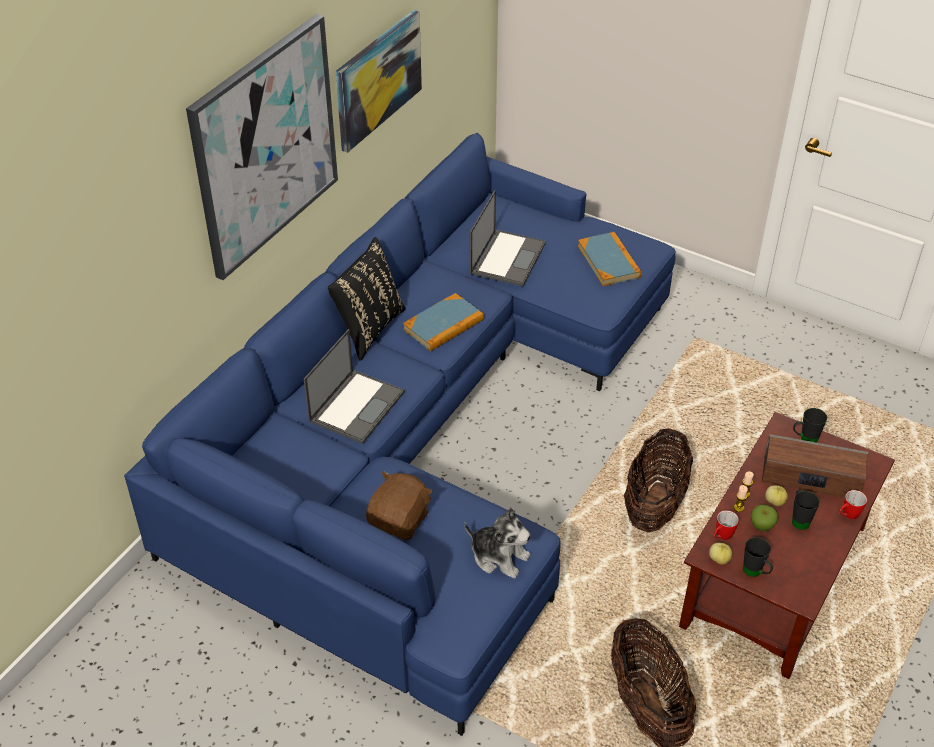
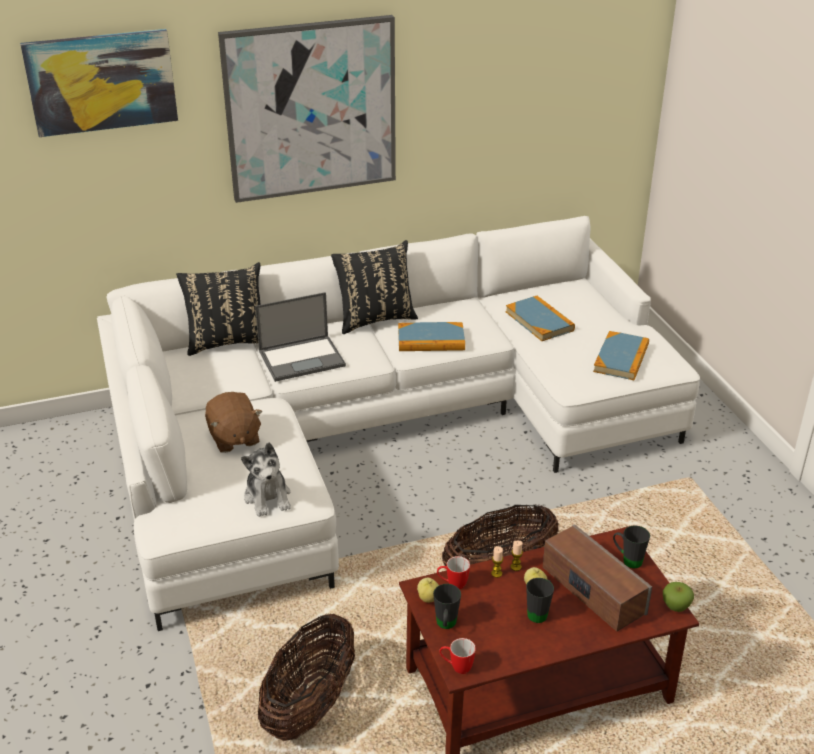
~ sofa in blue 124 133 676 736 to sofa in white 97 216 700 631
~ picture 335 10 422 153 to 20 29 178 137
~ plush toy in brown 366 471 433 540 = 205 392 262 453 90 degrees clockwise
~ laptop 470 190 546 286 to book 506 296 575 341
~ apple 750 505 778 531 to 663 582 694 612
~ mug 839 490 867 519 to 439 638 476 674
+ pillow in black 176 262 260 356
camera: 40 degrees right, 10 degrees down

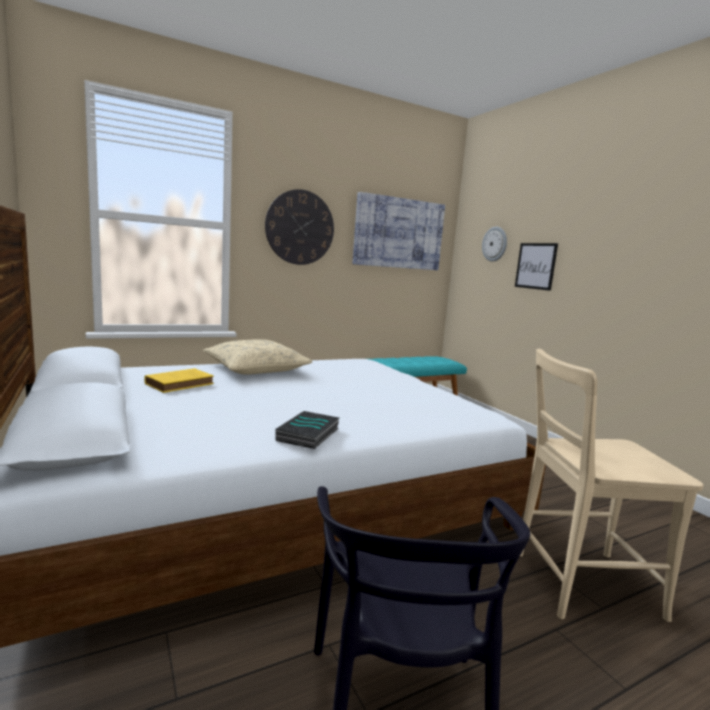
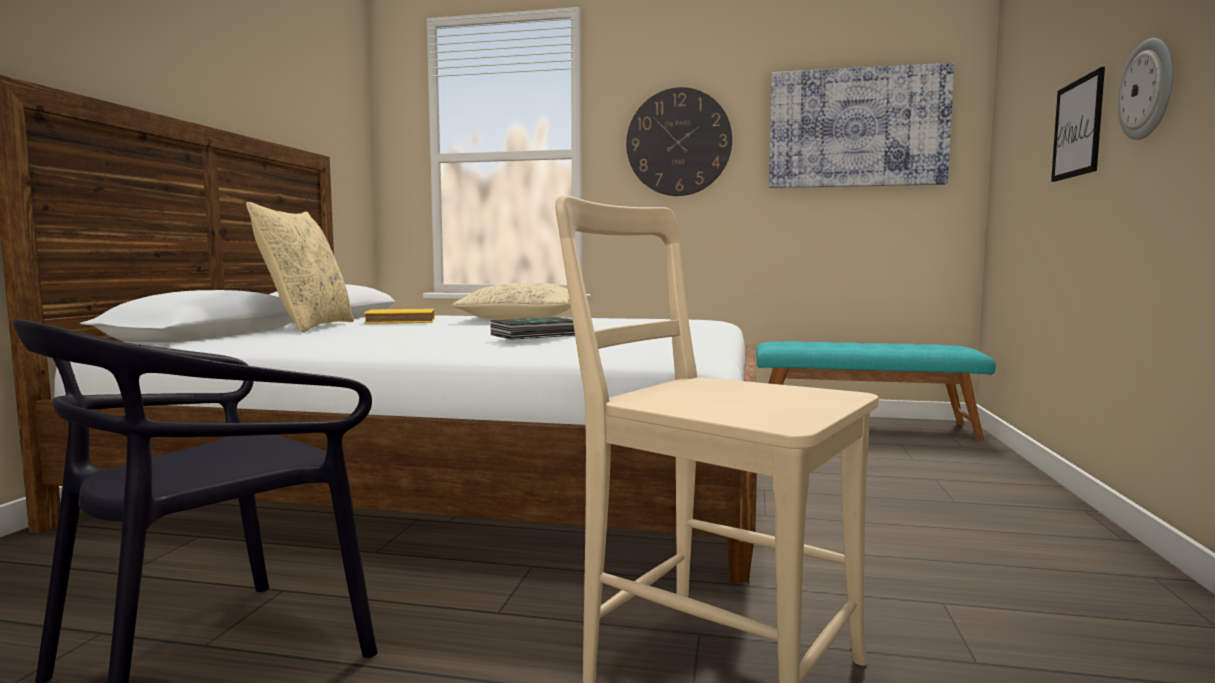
~ book 275 411 339 449 to 490 317 575 340
~ wall clock 482 227 507 262 to 1118 38 1173 140
+ pillow in beige 246 202 354 333
camera: 40 degrees right, 5 degrees down

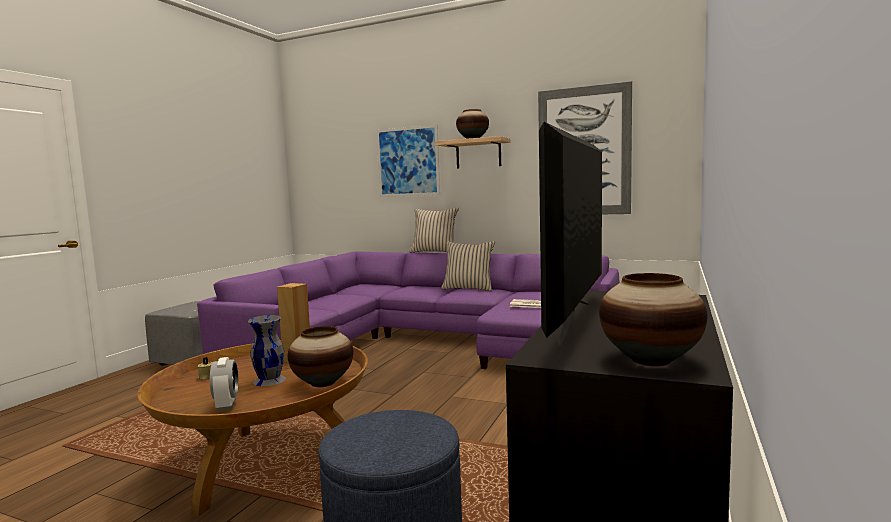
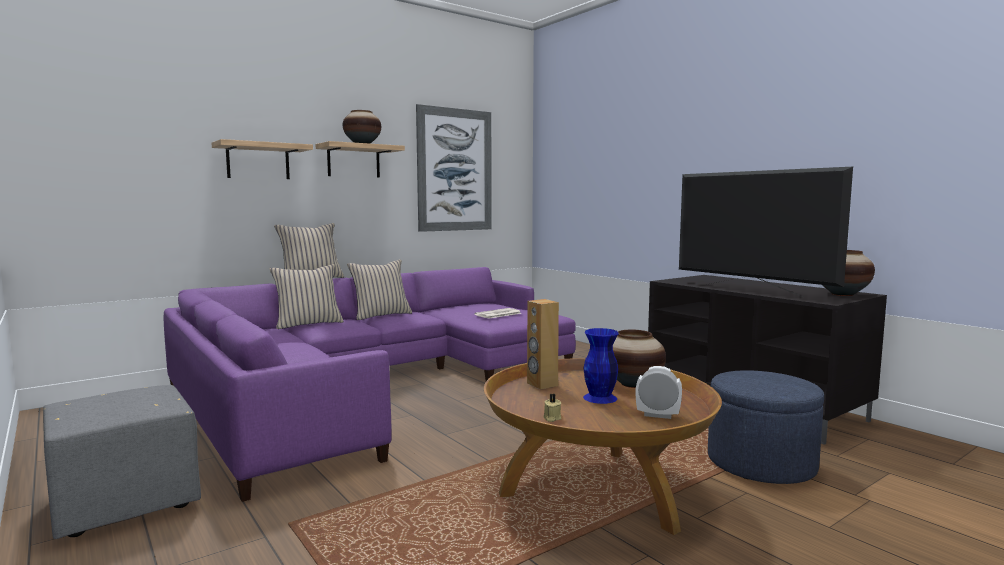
~ vase in grey 248 315 286 386 to vase in blue 583 328 619 404
~ picture 376 125 440 197 to shelf 211 139 313 179
+ pillow in beige 270 264 344 329
camera: 60 degrees left, 0 degrees up

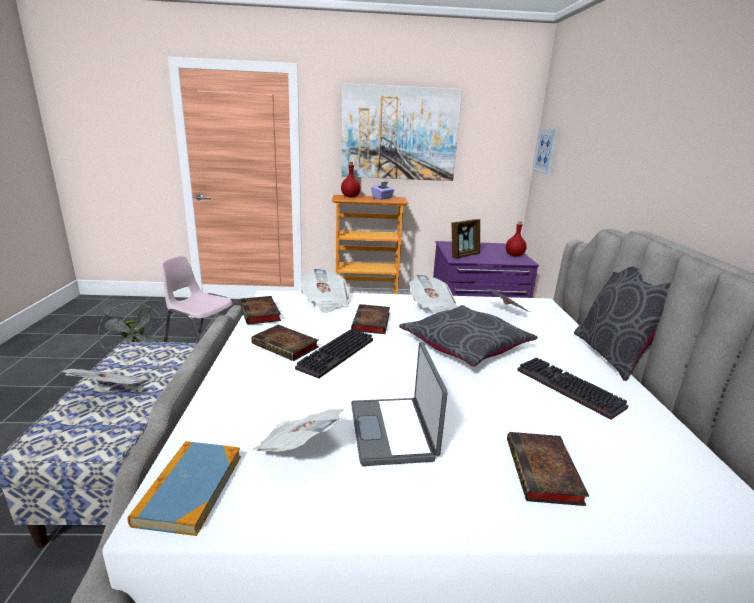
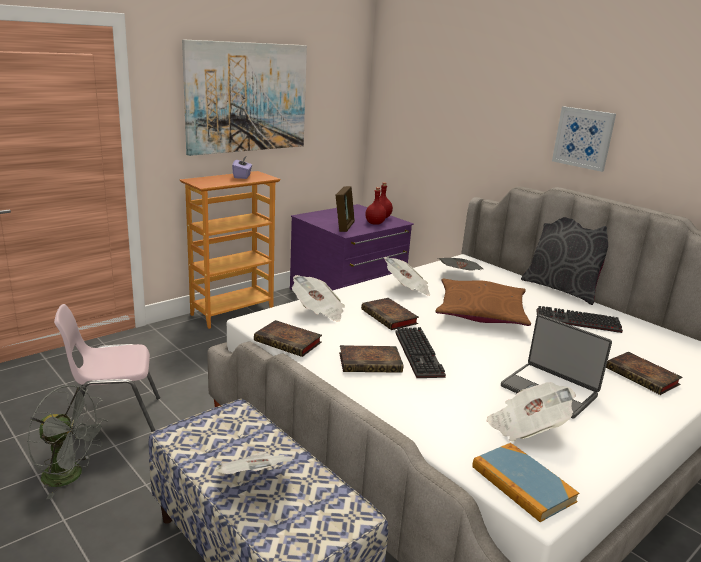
~ bottle in red 341 162 361 197 to 365 187 386 225
~ pillow in grey 399 305 537 367 to pillow in brown 435 278 531 326
~ picture 532 128 558 175 to 552 106 616 172
camera: 40 degrees left, 0 degrees up

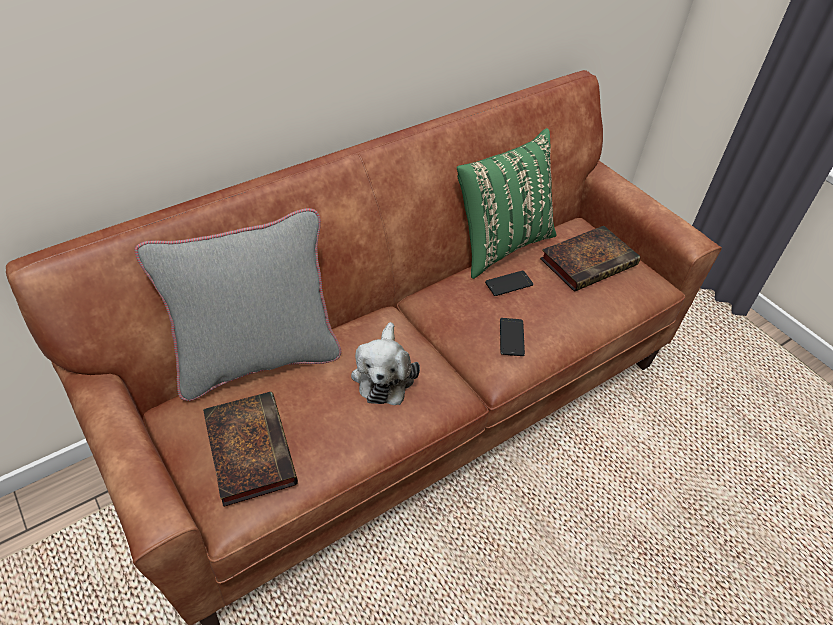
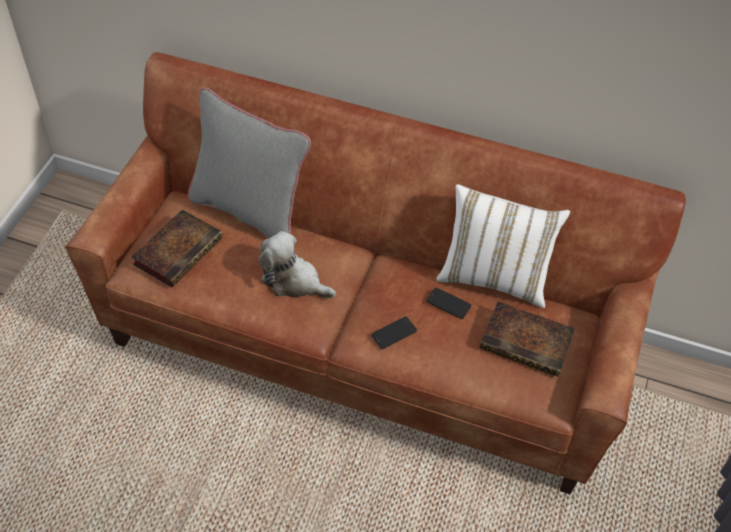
~ plush toy 351 322 420 405 = 258 231 336 298 60 degrees clockwise
~ pillow in green 457 128 556 279 to pillow in white 436 184 570 308
camera: 55 degrees right, 5 degrees up

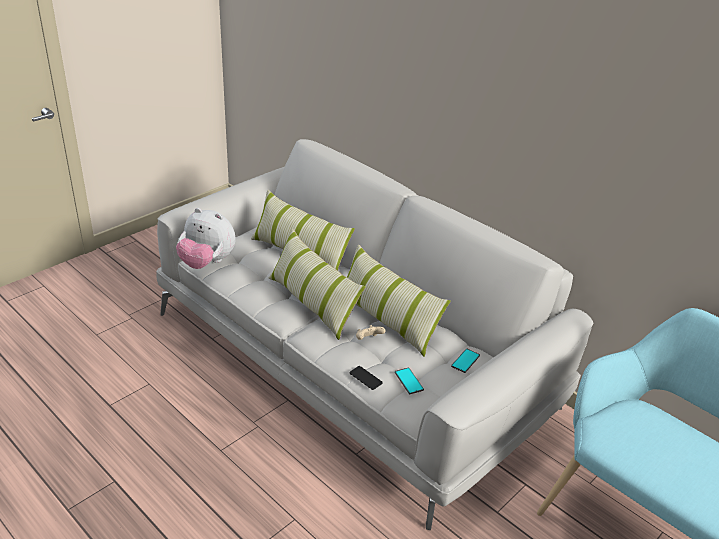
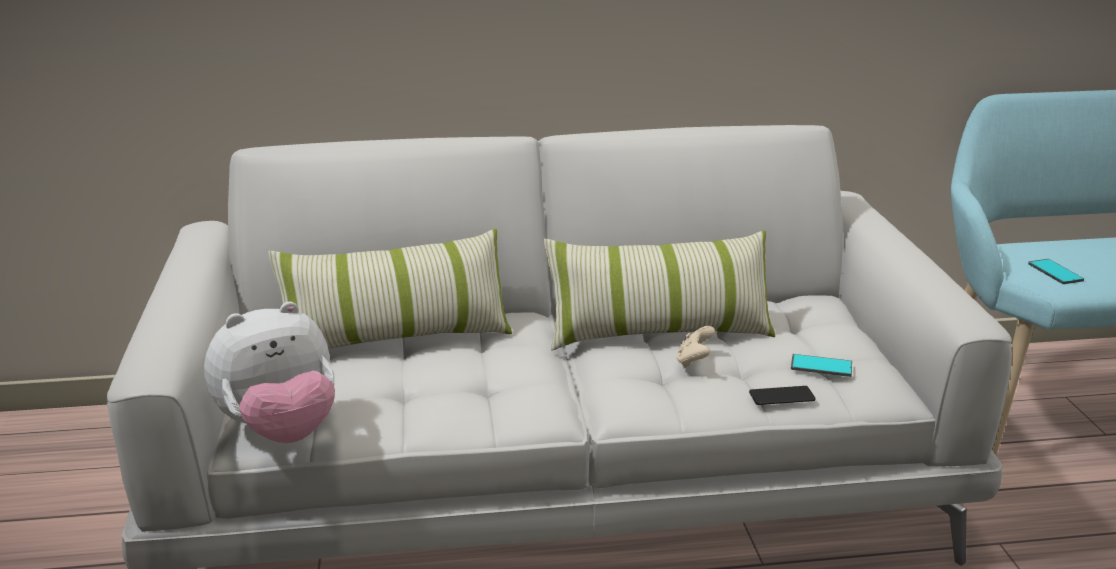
- pillow 268 228 366 340
~ phone 451 348 480 373 to 1028 259 1084 284
camera: 50 degrees left, 10 degrees down

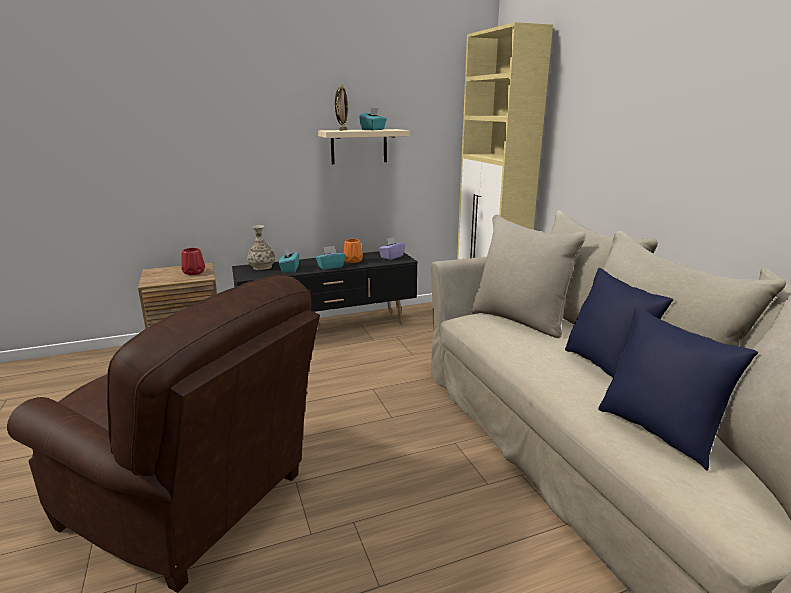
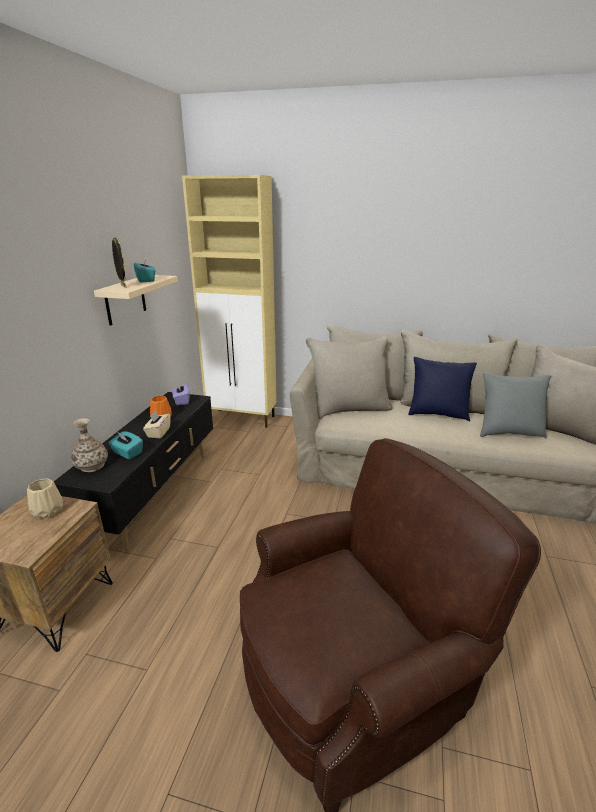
~ vase in red 181 248 205 275 to vase in beige 27 479 63 519
~ tissue box in turquoise 315 246 345 270 to tissue box in beige 143 411 171 438
~ pillow in blue 598 307 758 471 to pillow in grey 480 373 551 438
camera: 55 degrees left, 5 degrees up

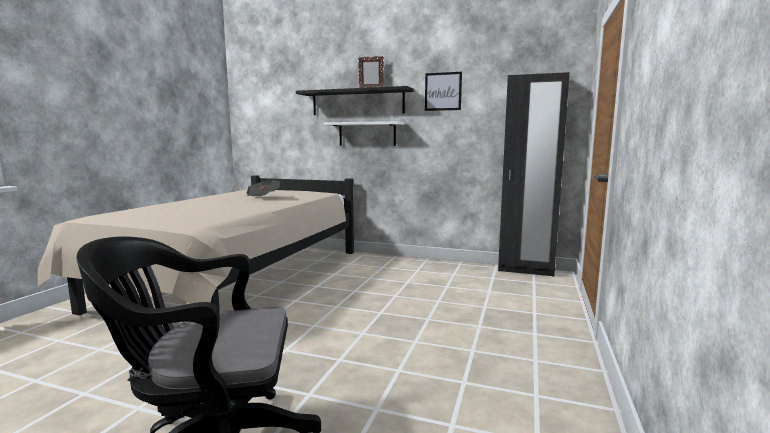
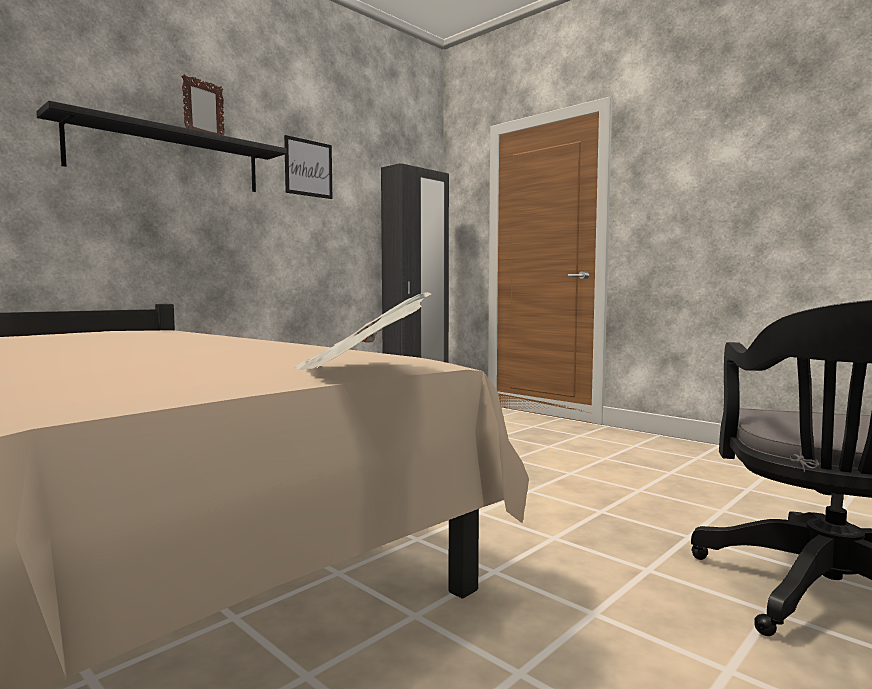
~ newspaper 247 179 280 196 to 295 292 432 370
- shelf in white 324 121 404 146
camera: 65 degrees left, 5 degrees down

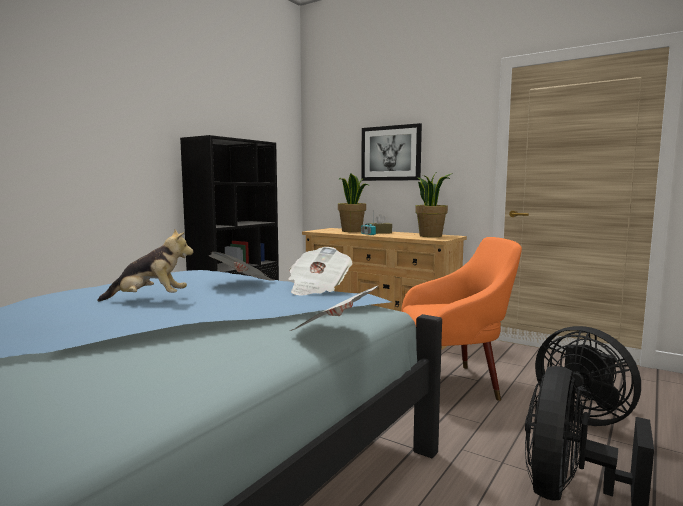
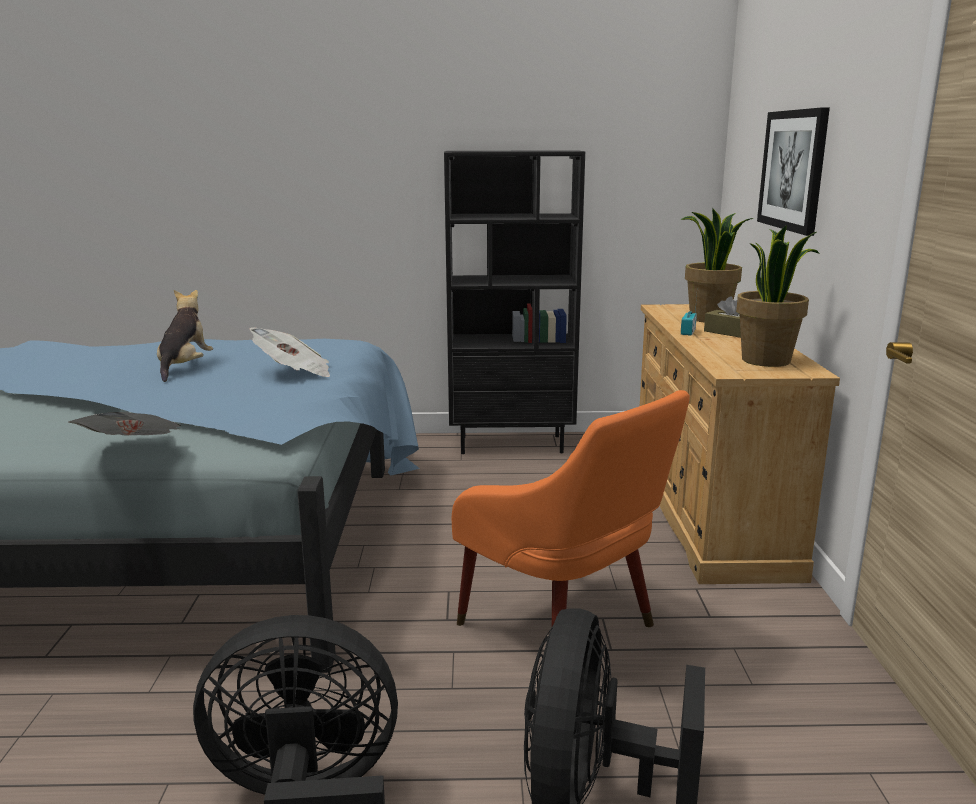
~ plush toy 97 229 193 302 = 157 290 213 382 135 degrees counterclockwise
- newspaper 289 247 352 295
camera: 55 degrees right, 10 degrees up

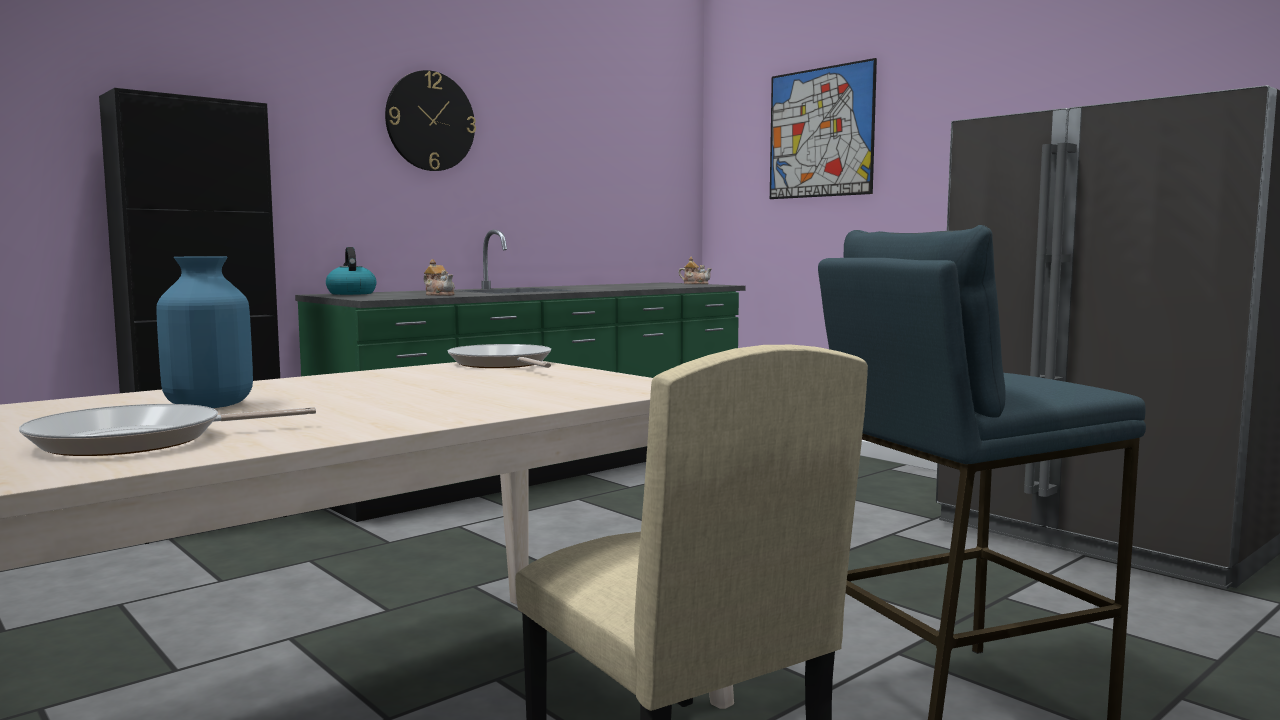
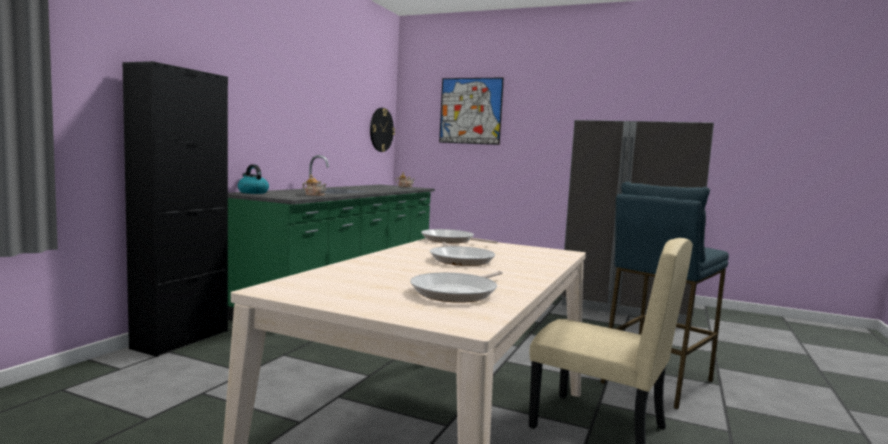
- vase in blue 156 257 253 408
~ wall clock 385 70 476 171 to 370 108 395 152
+ frying pan 430 242 495 266
camera: 25 degrees left, 0 degrees up

